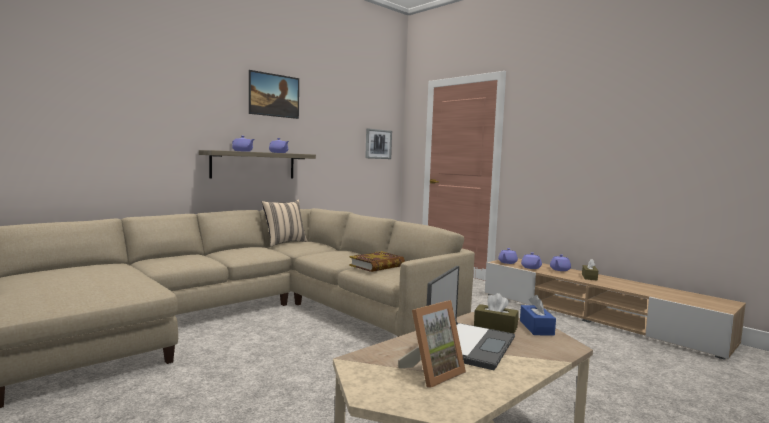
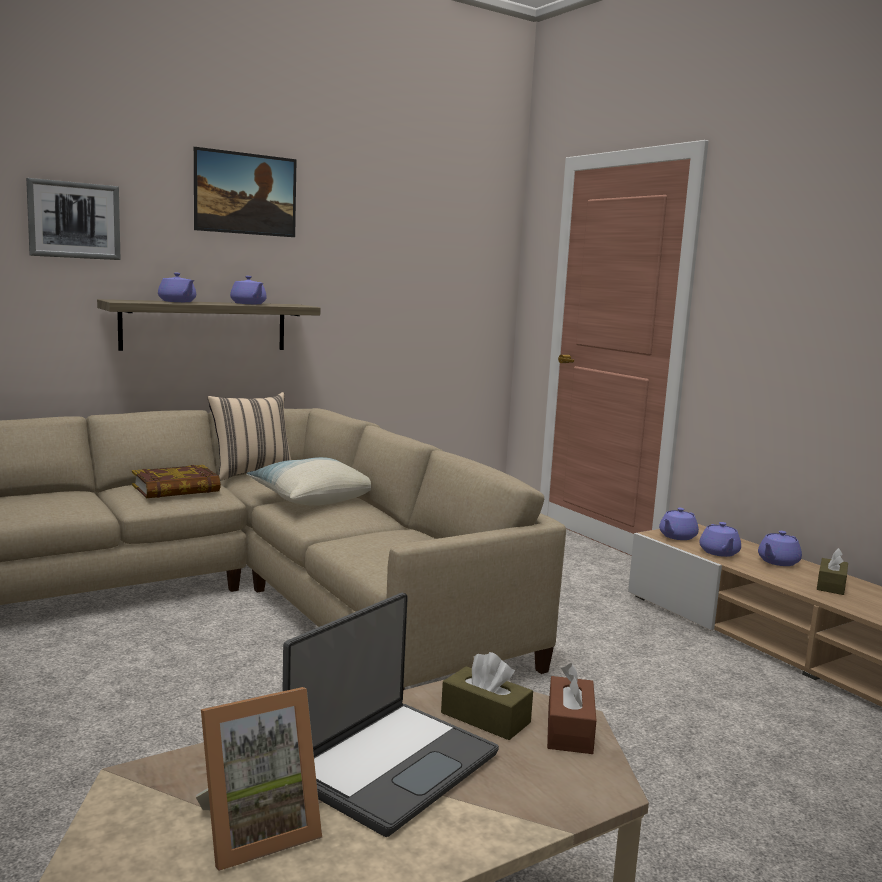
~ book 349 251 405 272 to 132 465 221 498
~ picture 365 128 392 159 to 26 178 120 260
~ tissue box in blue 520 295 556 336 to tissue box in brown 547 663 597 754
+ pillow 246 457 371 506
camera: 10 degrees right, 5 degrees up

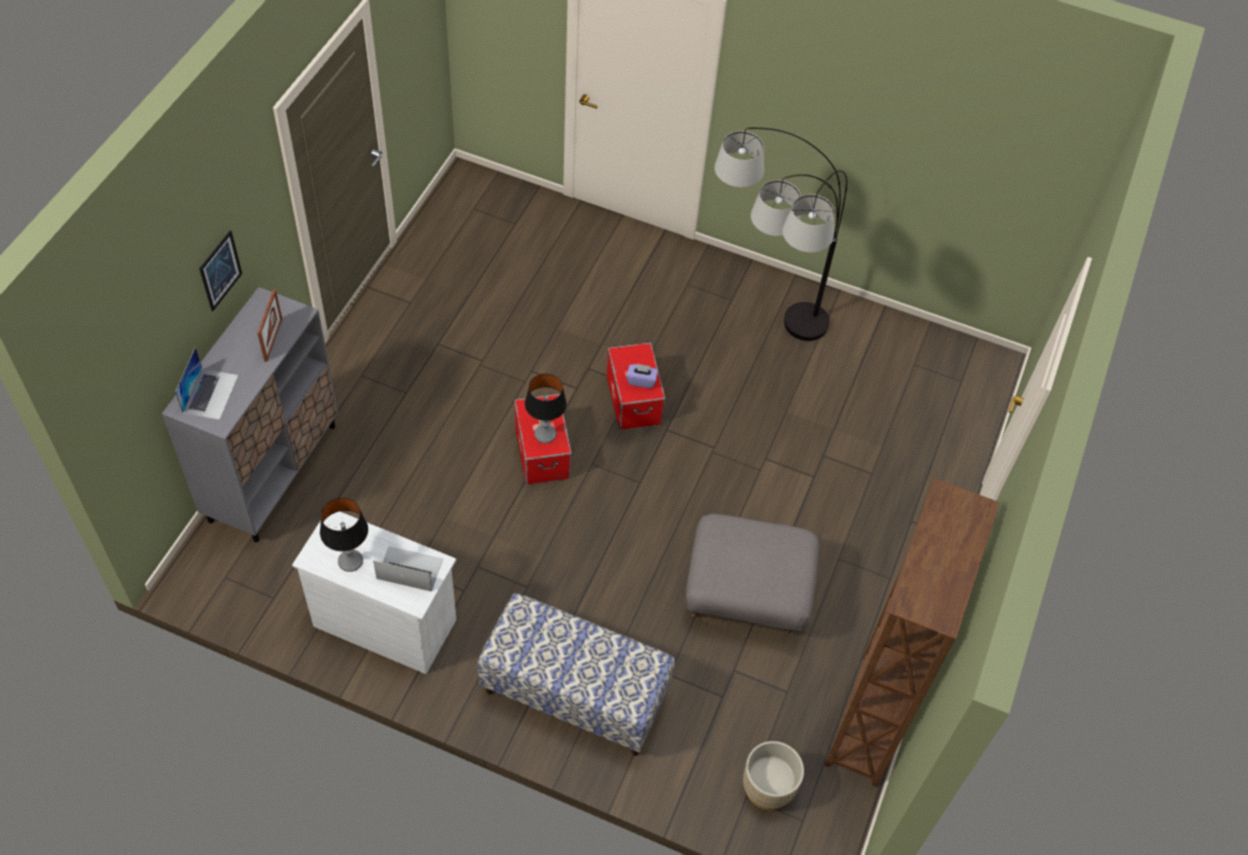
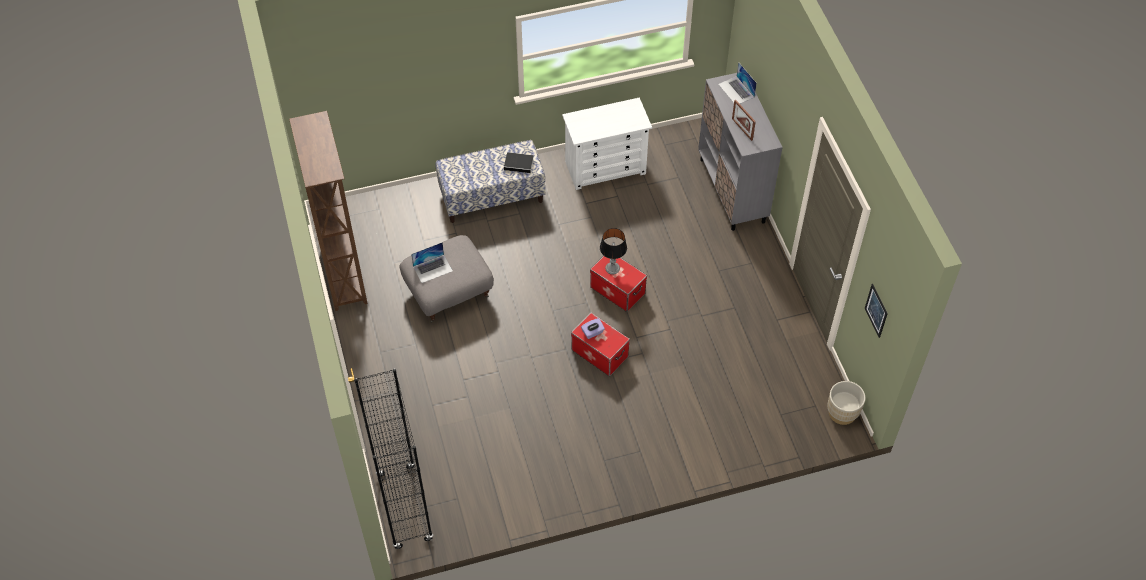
~ picture 199 230 242 312 to 865 284 888 338
- table lamp 320 497 368 572
~ laptop 373 546 443 592 to 411 242 453 283
- floor lamp 714 128 847 341
~ planter in beige 743 741 804 810 to 827 381 866 425
+ bookcase in black 354 369 433 549
+ book 504 152 535 173
camera: 145 degrees right, 0 degrees up

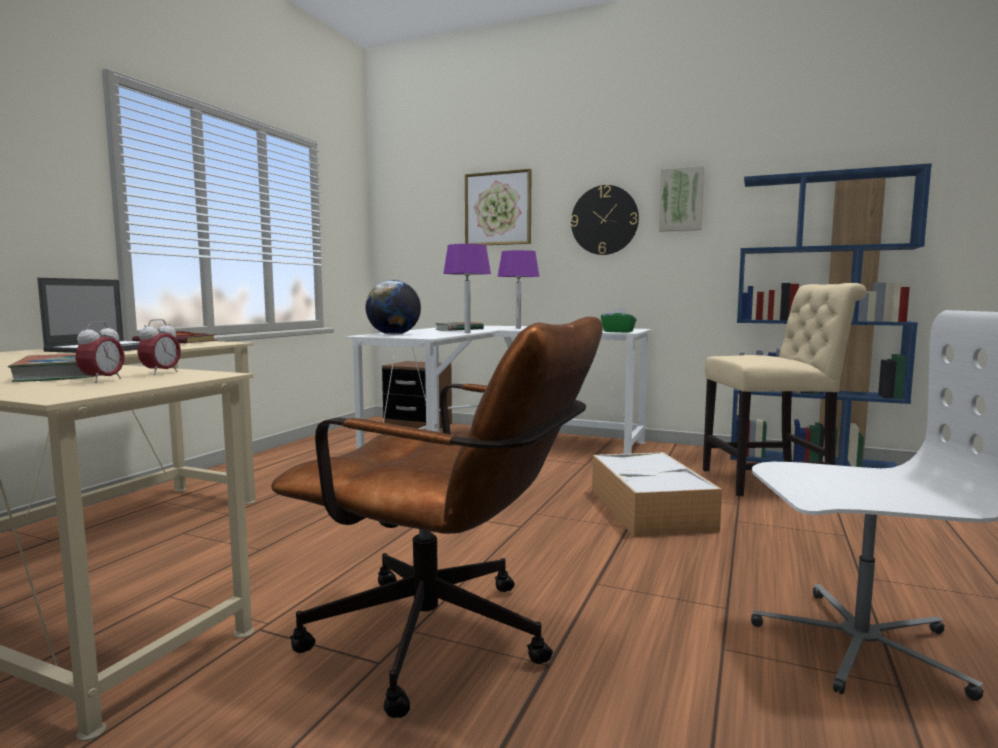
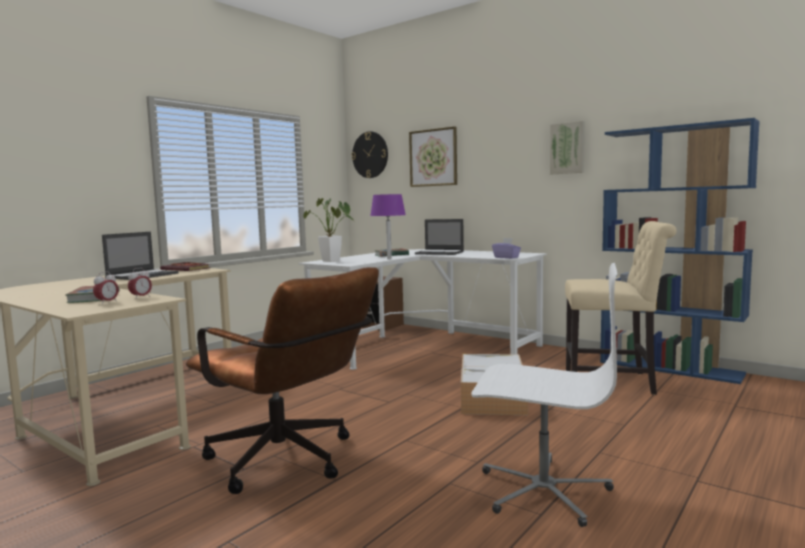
~ globe 366 280 421 335 to potted plant 303 198 354 262
~ table lamp in purple 498 250 539 329 to laptop 415 219 464 255
~ wall clock 571 185 639 255 to 351 131 388 178
~ tissue box in green 601 307 637 333 to tissue box in purple 492 238 521 259
camera: 15 degrees right, 0 degrees up

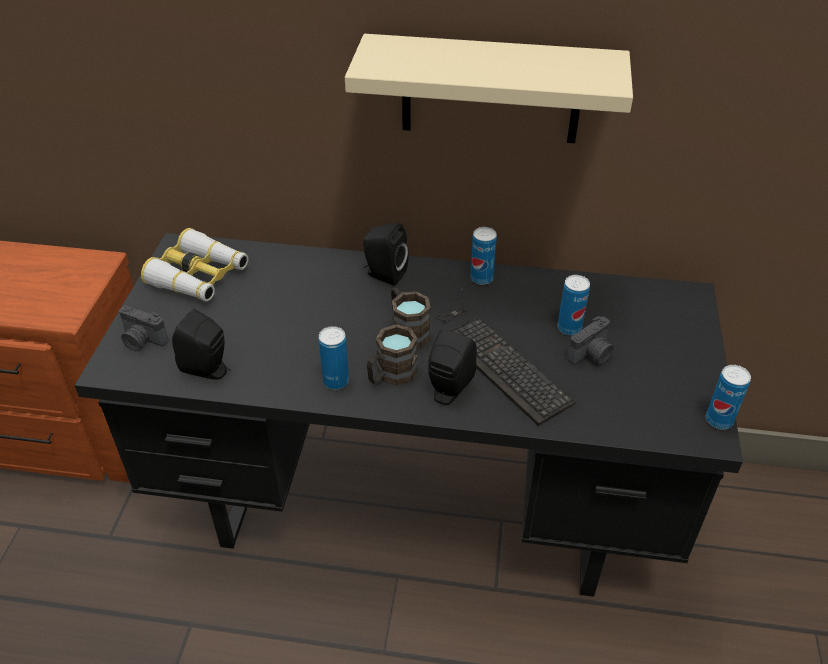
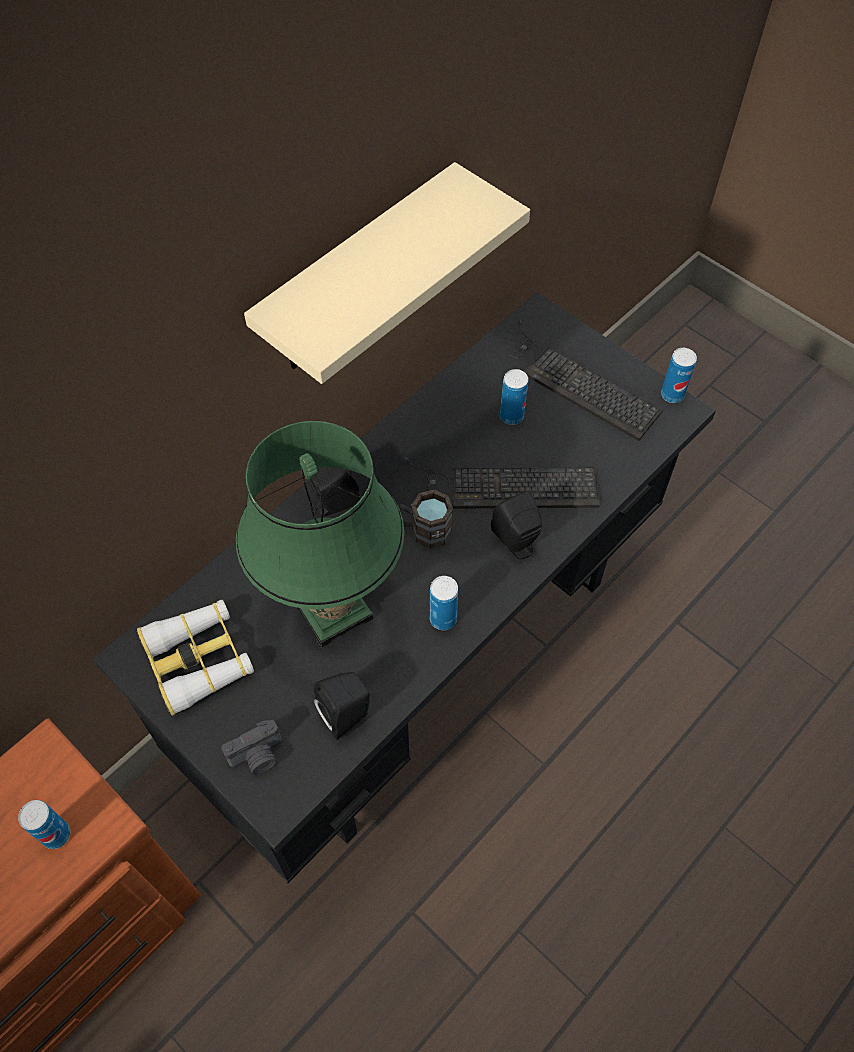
- mug in brown 367 324 417 385
~ can 470 227 497 285 to 18 800 70 849
- photo camera 567 316 614 365
+ table lamp in green 236 421 404 647
+ keyboard 509 319 662 441
camera: 55 degrees left, 15 degrees up

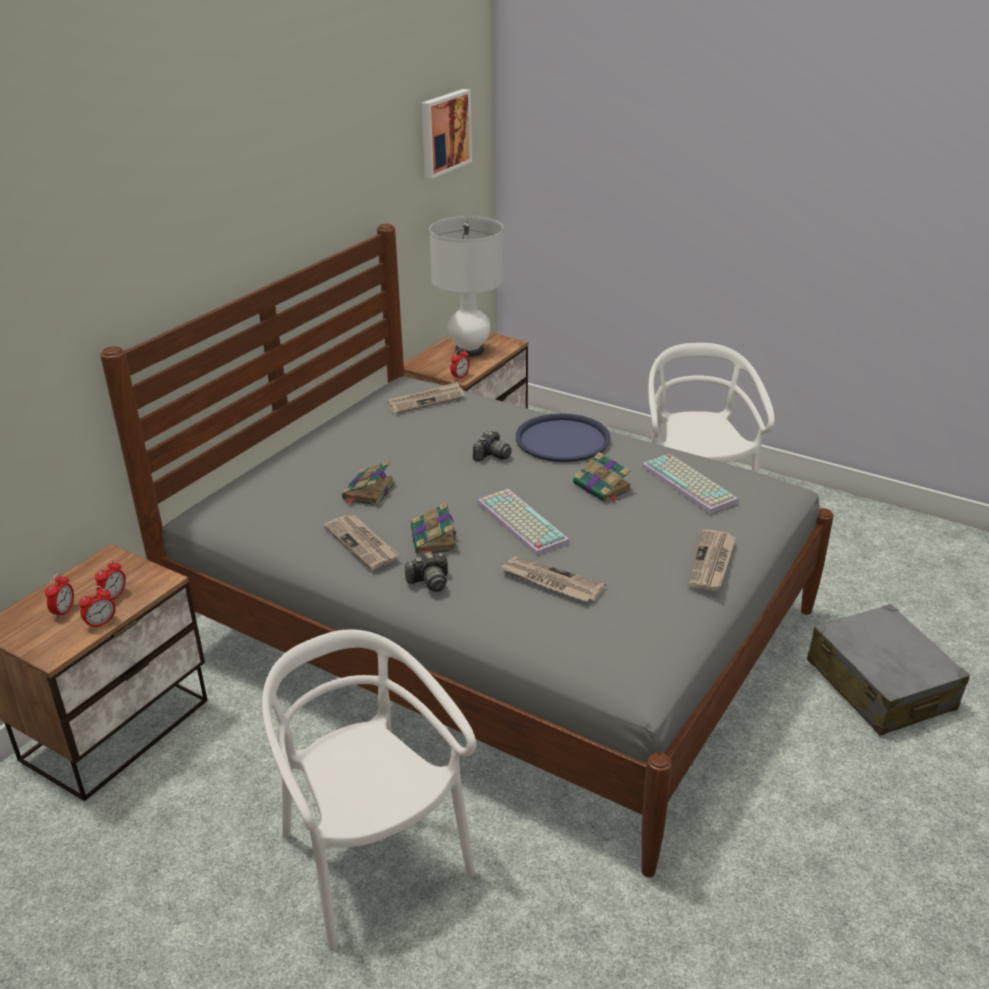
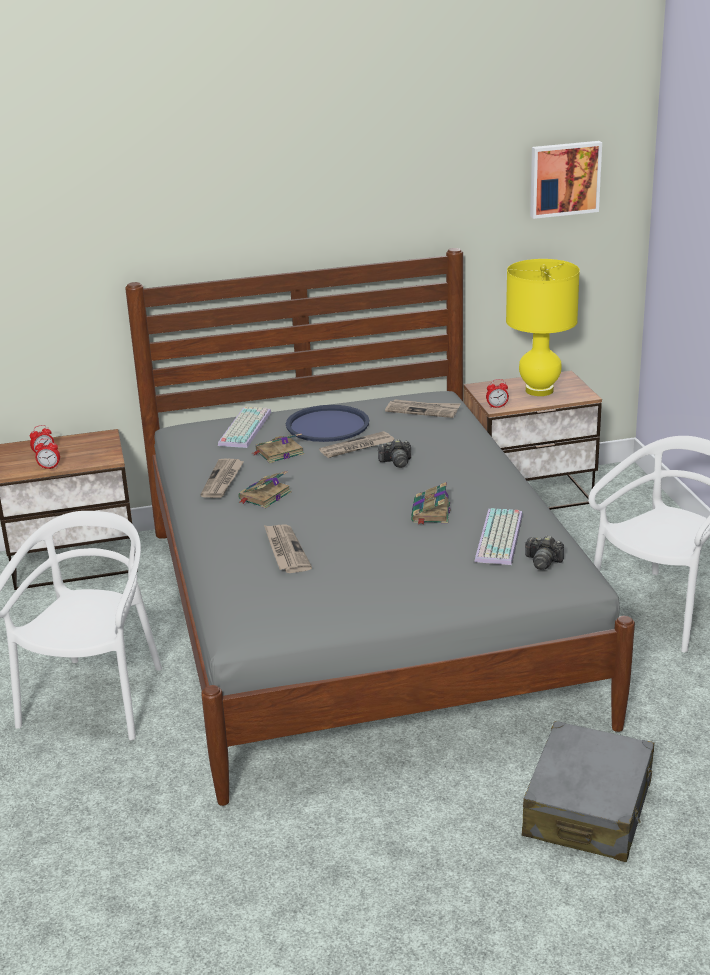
- alarm clock 95 559 126 600
~ photo camera 404 552 448 592 to 524 535 564 570
~ table lamp in white 429 216 504 357 to table lamp in yellow 506 259 580 396
~ keyboard 477 489 570 556 to 218 407 271 448
~ tray in blue 516 413 611 462 to 286 405 369 442
~ newspaper 688 529 736 591 to 319 431 394 458
camera: 45 degrees right, 5 degrees down

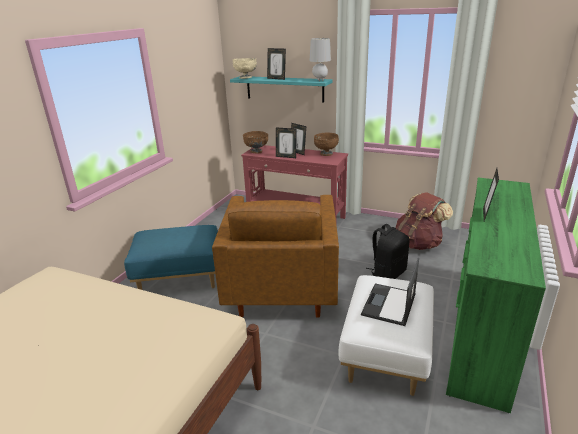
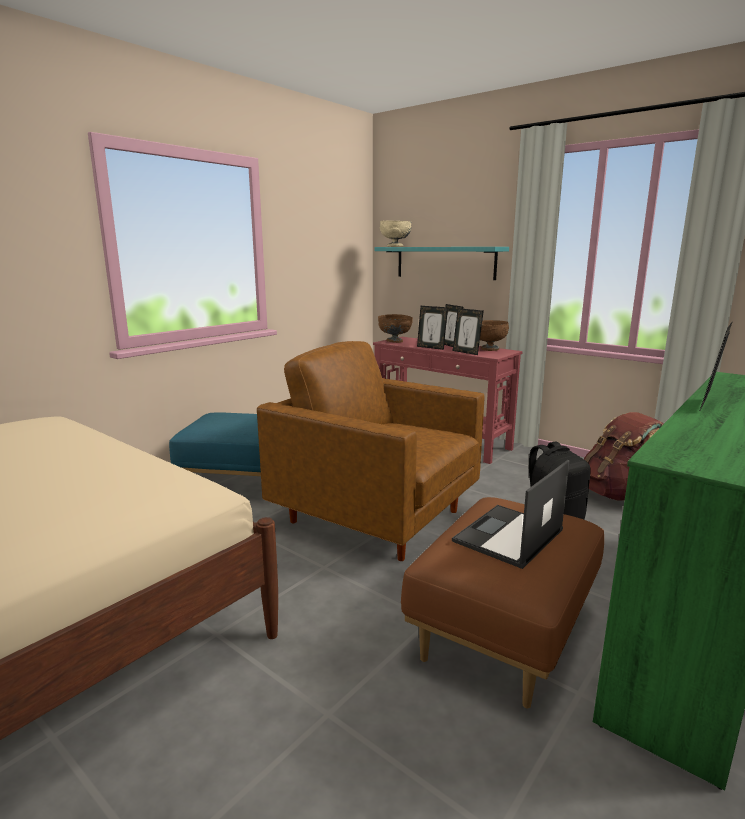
~ armchair in brown 212 195 339 318 = 257 341 484 561 105 degrees clockwise
~ picture frame 267 48 286 80 to 453 308 484 355
- table lamp in grey 310 38 331 81
~ ottoman in white 338 275 434 396 to ottoman in brown 401 497 604 708
camera: 15 degrees right, 10 degrees down

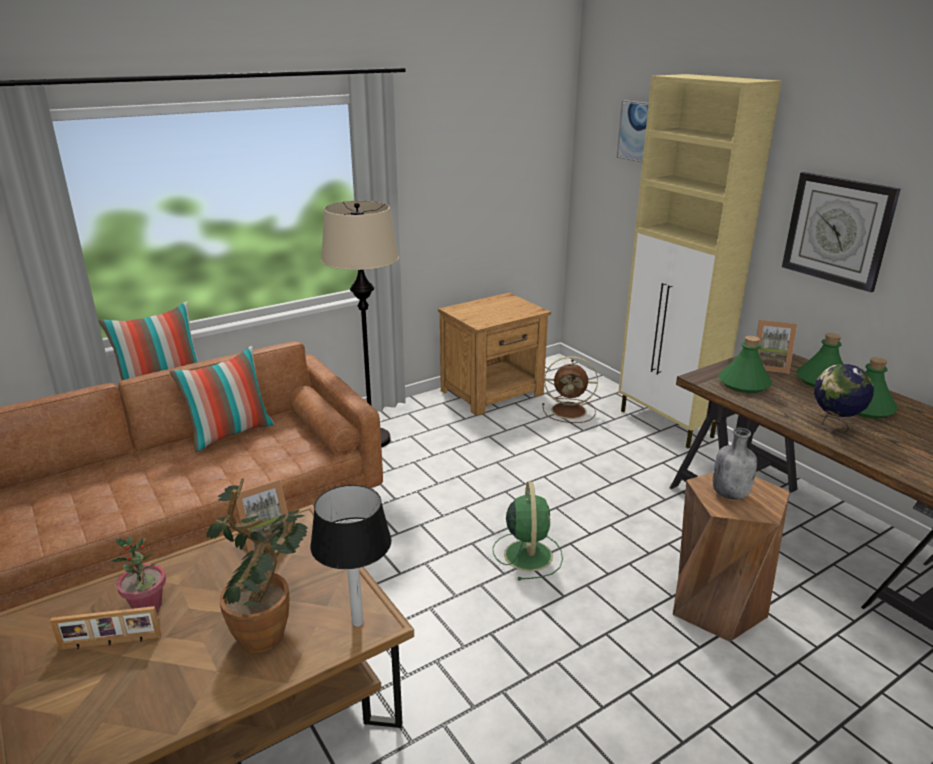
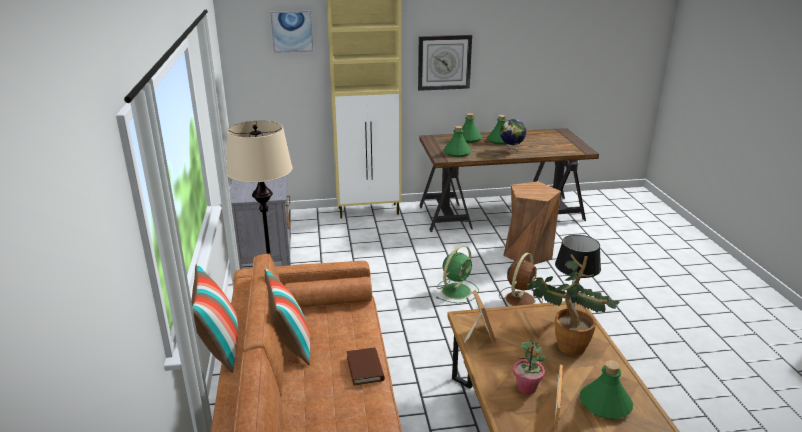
~ nightstand in brown 438 293 551 416 to nightstand in grey 230 175 291 269
~ fan in green 493 482 563 581 = 436 245 479 303 105 degrees clockwise
~ fan in brown 542 356 598 423 to 499 253 543 307
- bottle in grey 713 428 757 500
- picture frame 757 320 797 373
+ book in brown 347 347 385 386
+ bottle in green 580 360 633 419
camera: 65 degrees left, 0 degrees up

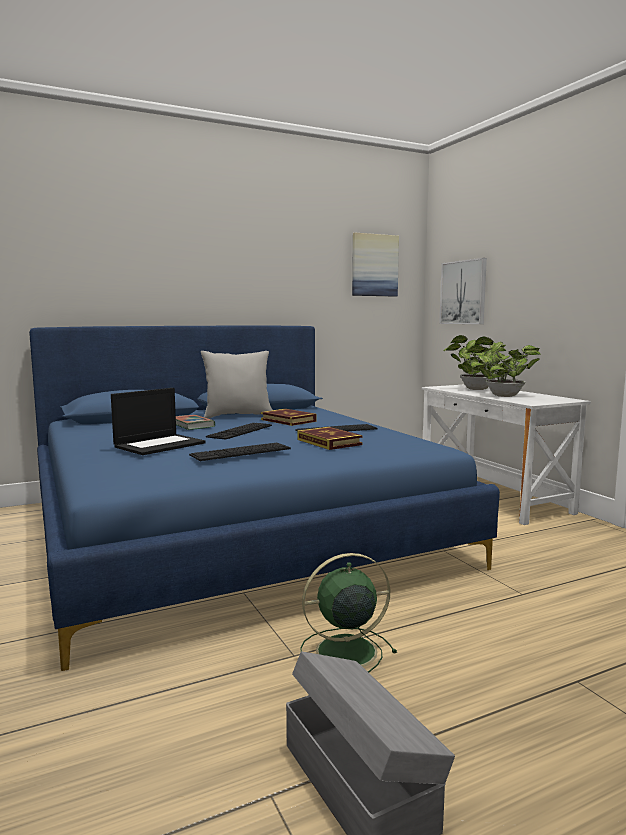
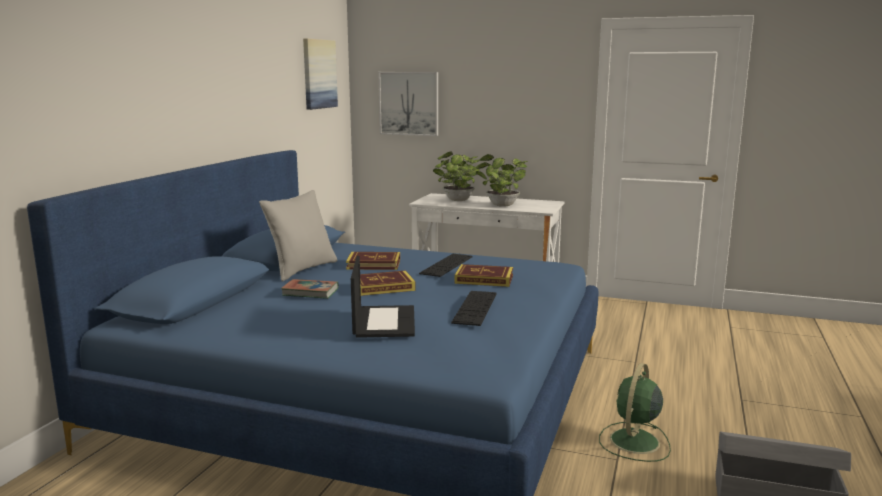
~ keyboard 206 423 272 439 to book 360 270 415 296
camera: 45 degrees left, 5 degrees up

